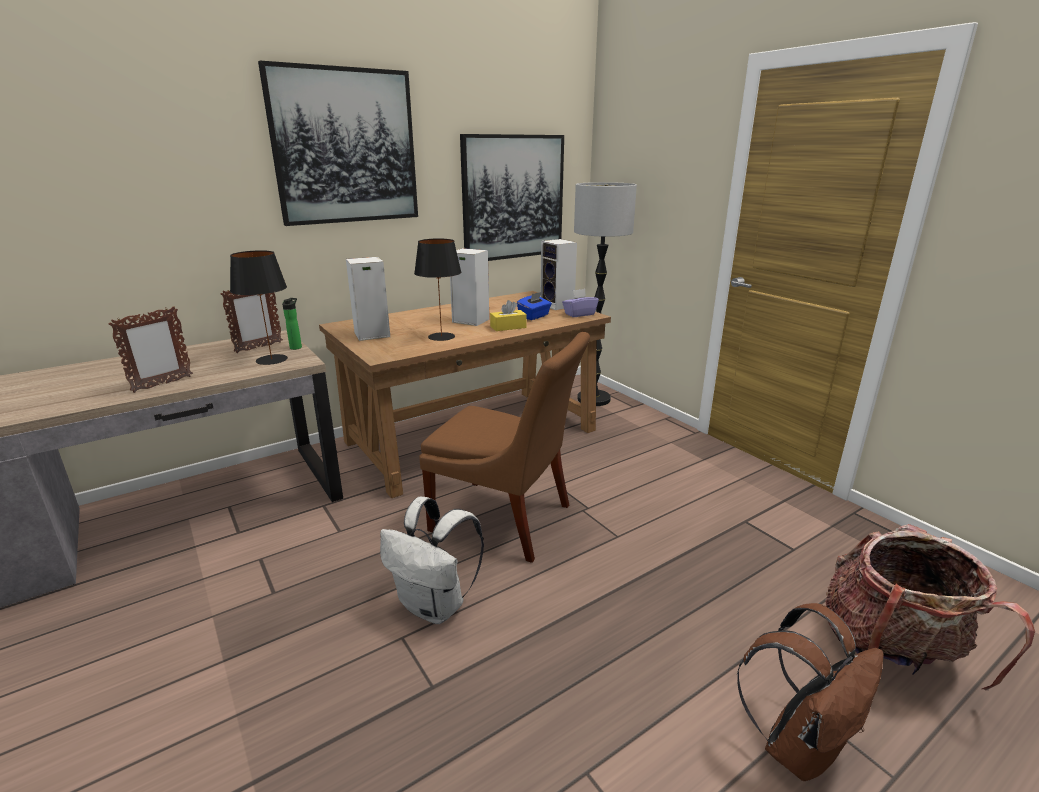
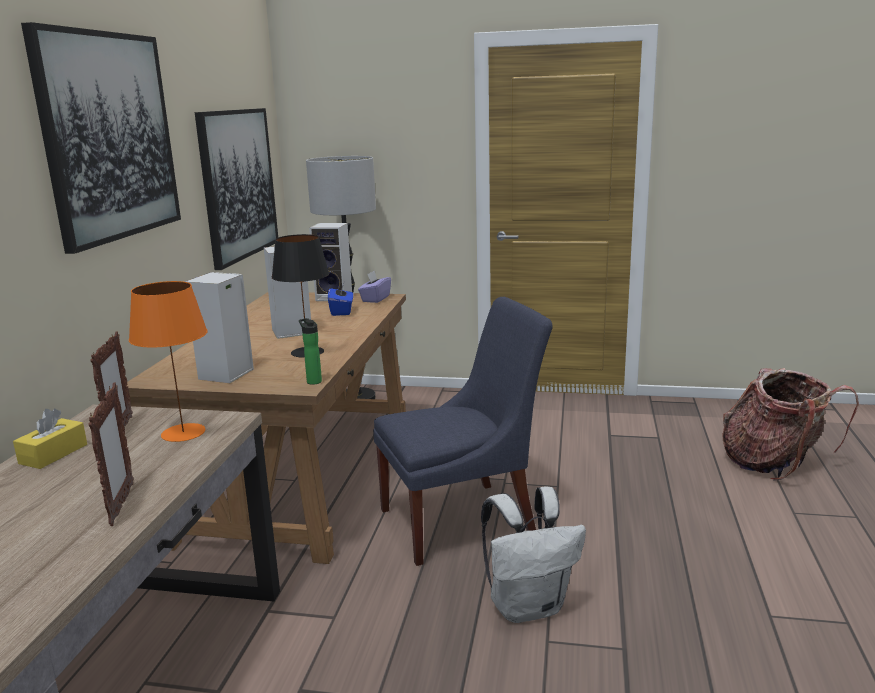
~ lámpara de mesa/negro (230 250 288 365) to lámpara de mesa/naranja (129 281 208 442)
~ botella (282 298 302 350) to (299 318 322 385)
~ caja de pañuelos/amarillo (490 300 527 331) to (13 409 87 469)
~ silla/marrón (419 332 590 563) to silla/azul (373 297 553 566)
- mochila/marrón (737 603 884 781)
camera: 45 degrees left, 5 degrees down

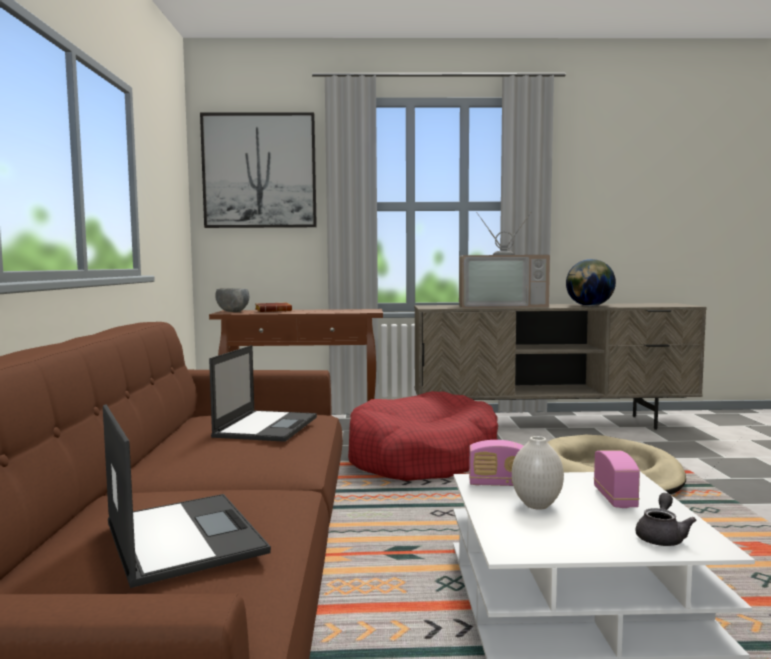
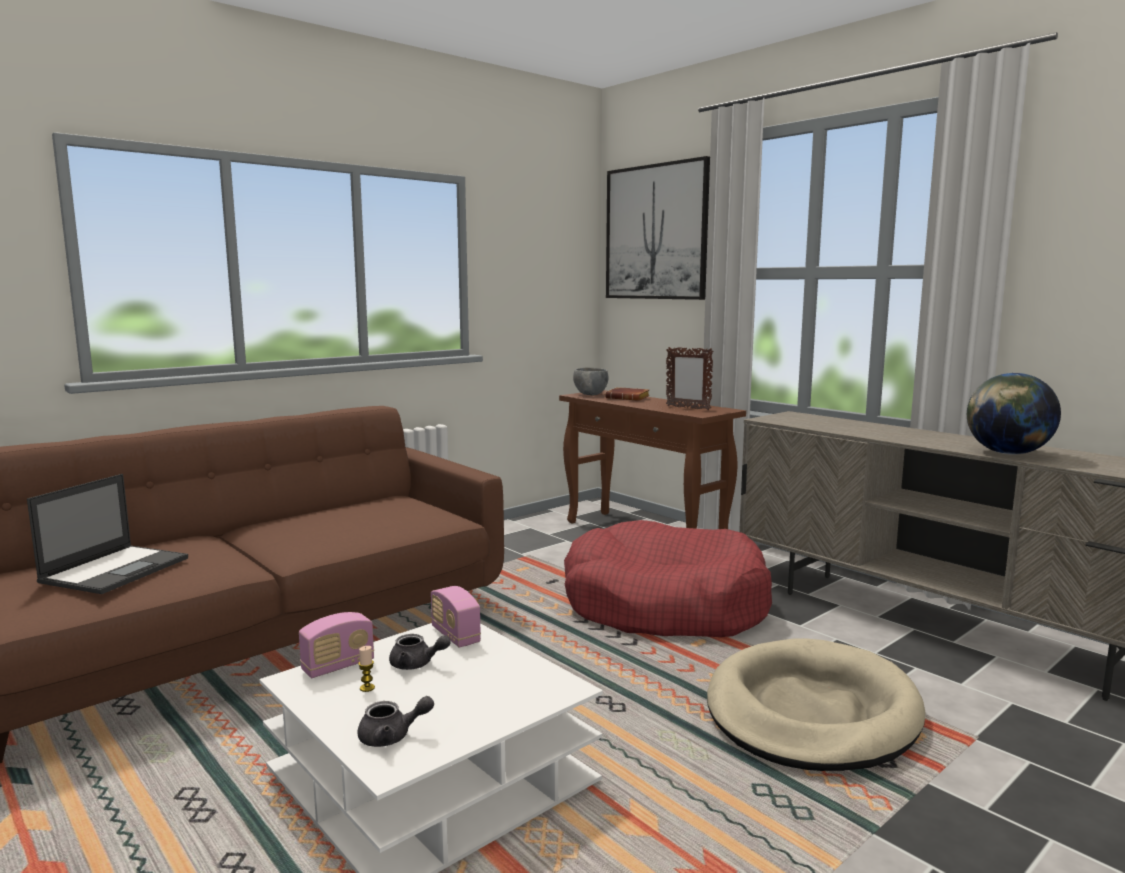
- televisor (459 212 550 308)
- portátil (209 345 317 442)
~ florero/blanco (512 436 564 510) to tetera/gris (389 634 450 670)
~ radio (594 451 640 508) to (299 612 374 678)
+ portarretratos (666 347 714 410)
+ vela (358 646 375 692)
camera: 50 degrees right, 5 degrees up

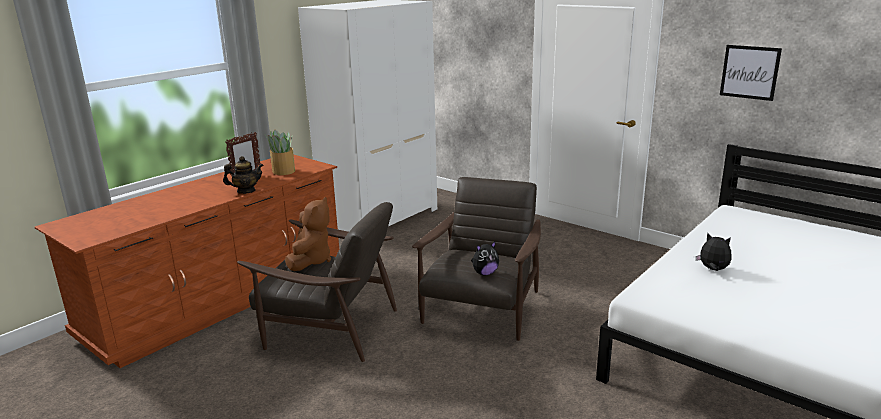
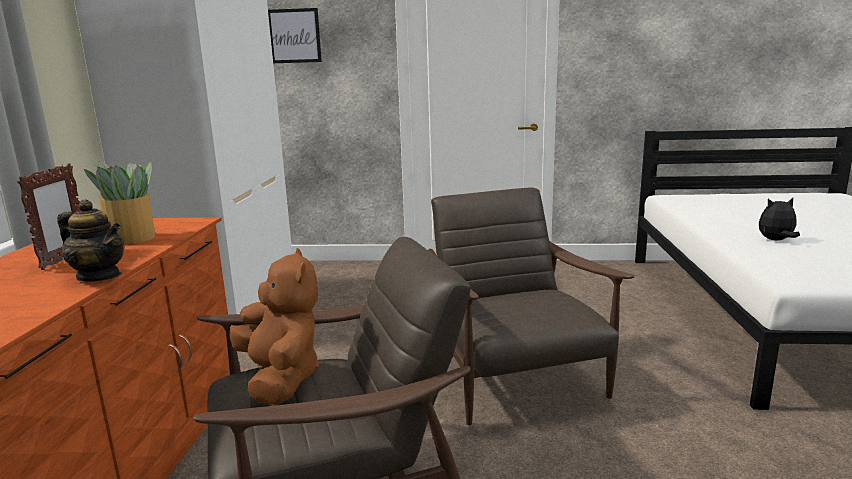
~ cuadro (720 45 782 101) to (268 8 322 63)
~ tetera (223 156 264 194) = (57 200 125 282) 75 degrees clockwise
- peluche (471 242 499 276)
camera: 35 degrees left, 5 degrees down

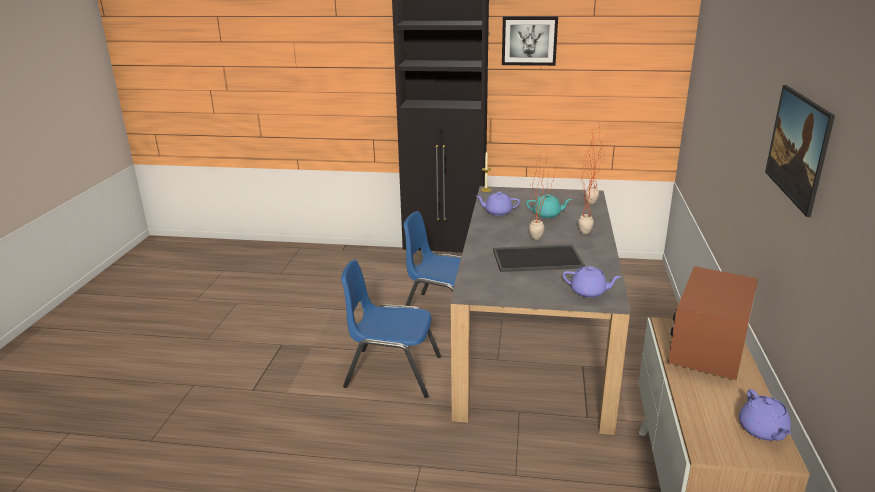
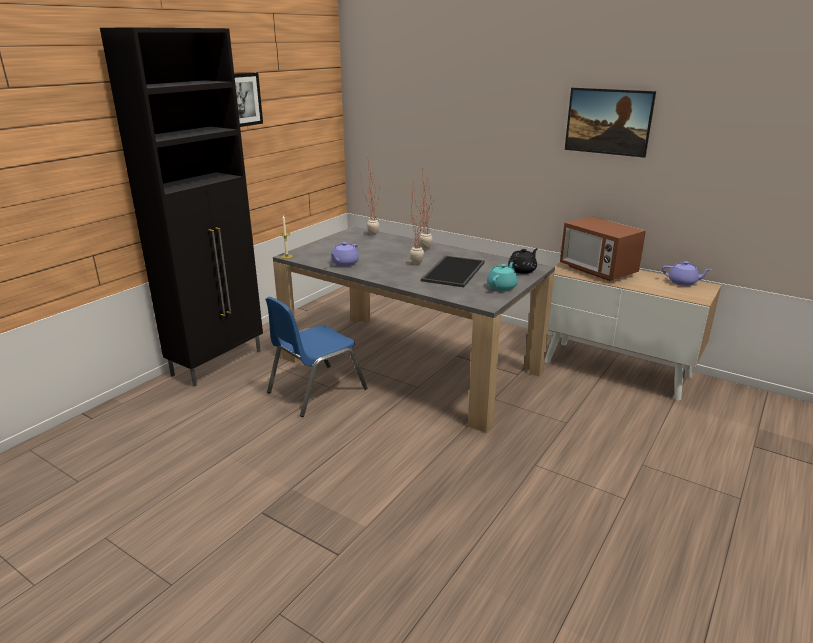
~ tetera/turquesa (526 194 572 218) to (487 262 518 291)
- silla/azul (341 260 441 398)
~ tetera/morado (563 266 621 298) to tetera/negro (508 248 538 274)
camera: 65 degrees left, 0 degrees up

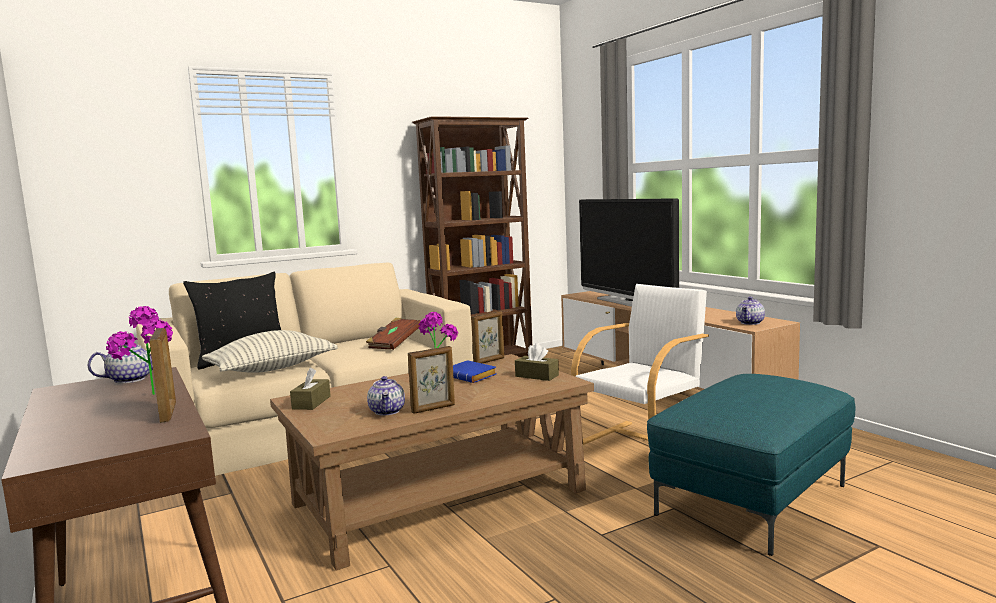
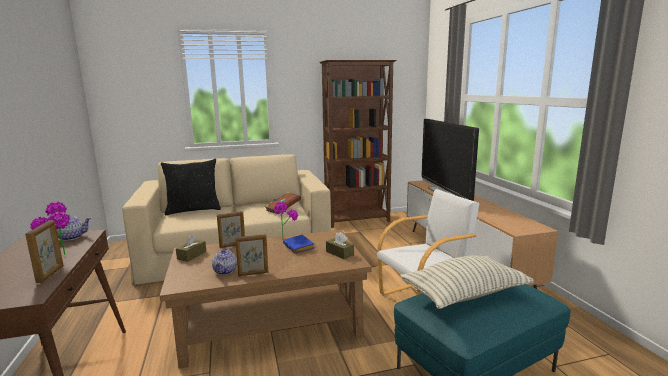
- tetera (736 297 765 325)
~ portarretratos (471 311 504 363) to (217 211 245 248)
~ cojín (202 330 338 373) to (401 256 534 309)
camera: 15 degrees right, 5 degrees up

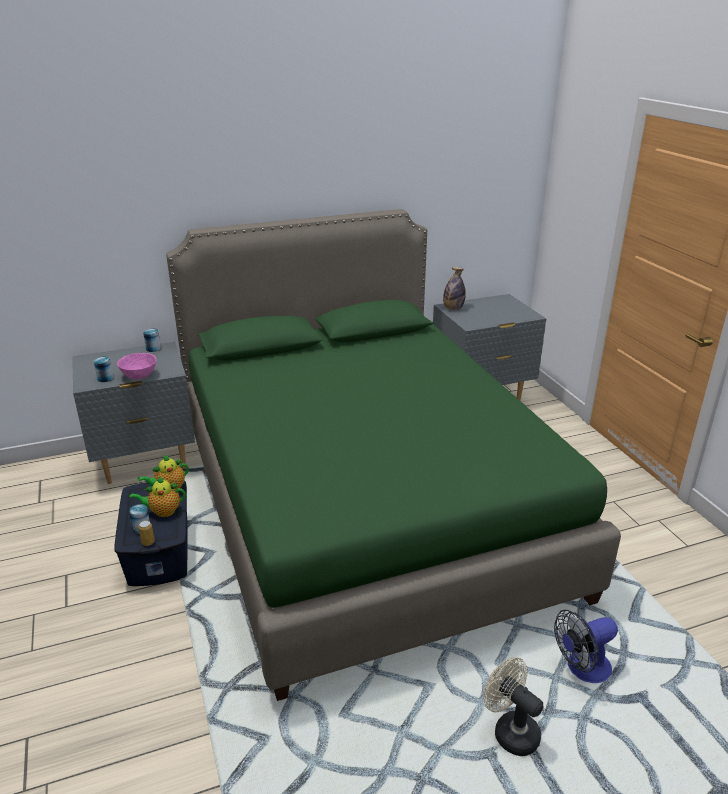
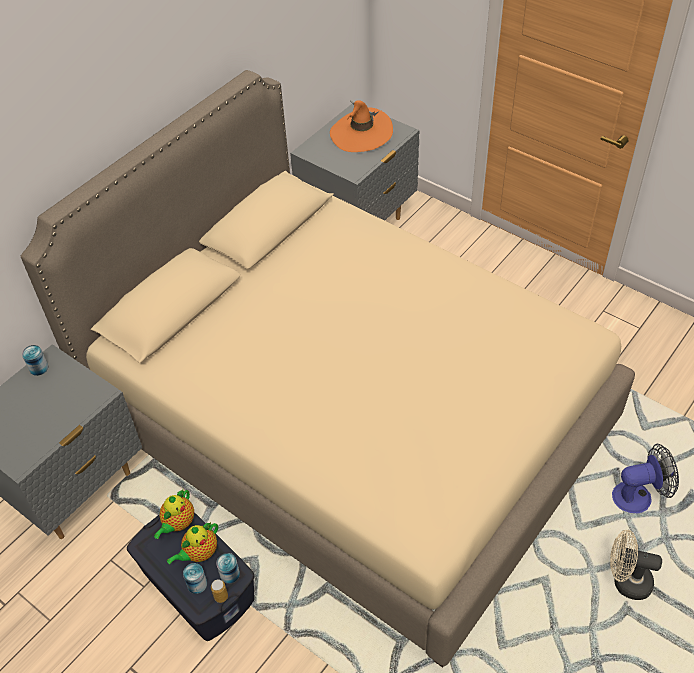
~ cama/verde (166 209 621 701) to cama/beis (21 70 635 668)
- botella (443 267 466 310)
- cuenco/rosa (117 353 157 379)
~ lata (93 357 114 382) to (216 553 240 584)
~ ventilador (554 610 618 683) = (612 444 679 513) 135 degrees counterclockwise
+ sombrero/naranja (330 100 393 152)
camera: 30 degrees left, 20 degrees up

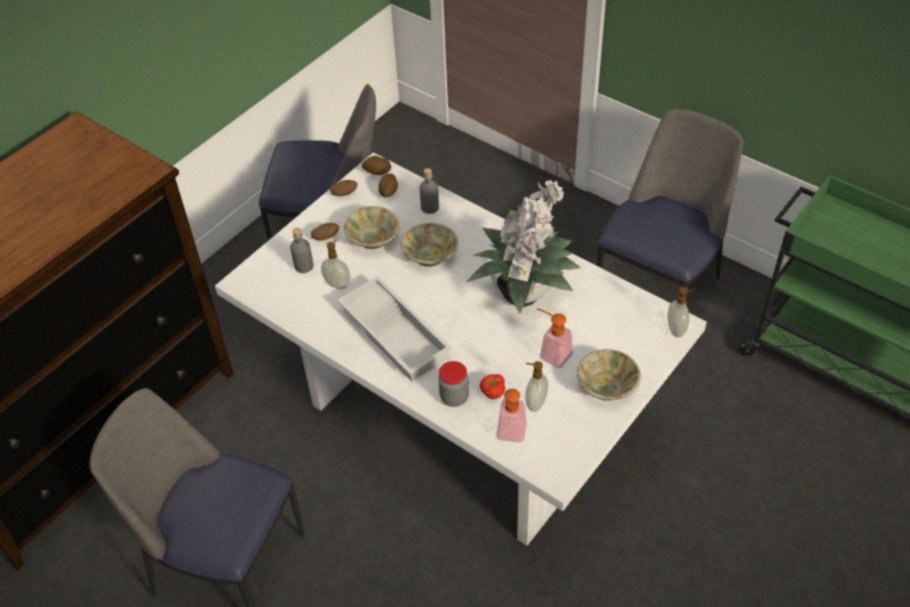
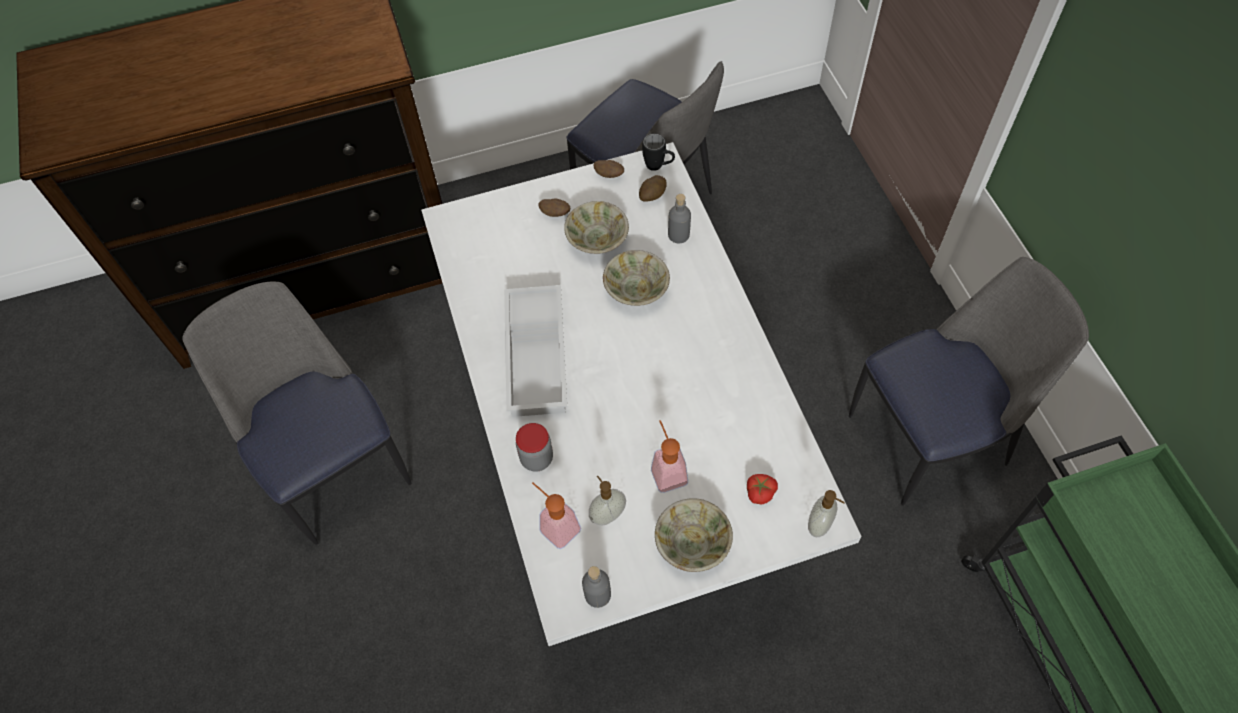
~ patata (362 156 391 175) to taza grande/negro (642 133 675 171)
- planta en maceta (467 180 581 314)
~ botella/gris (290 228 314 273) to (582 566 611 608)
- dispensador de jabón (321 239 350 289)
~ tomate (480 374 505 400) to (747 474 778 505)
camera: 35 degrees right, 10 degrees up

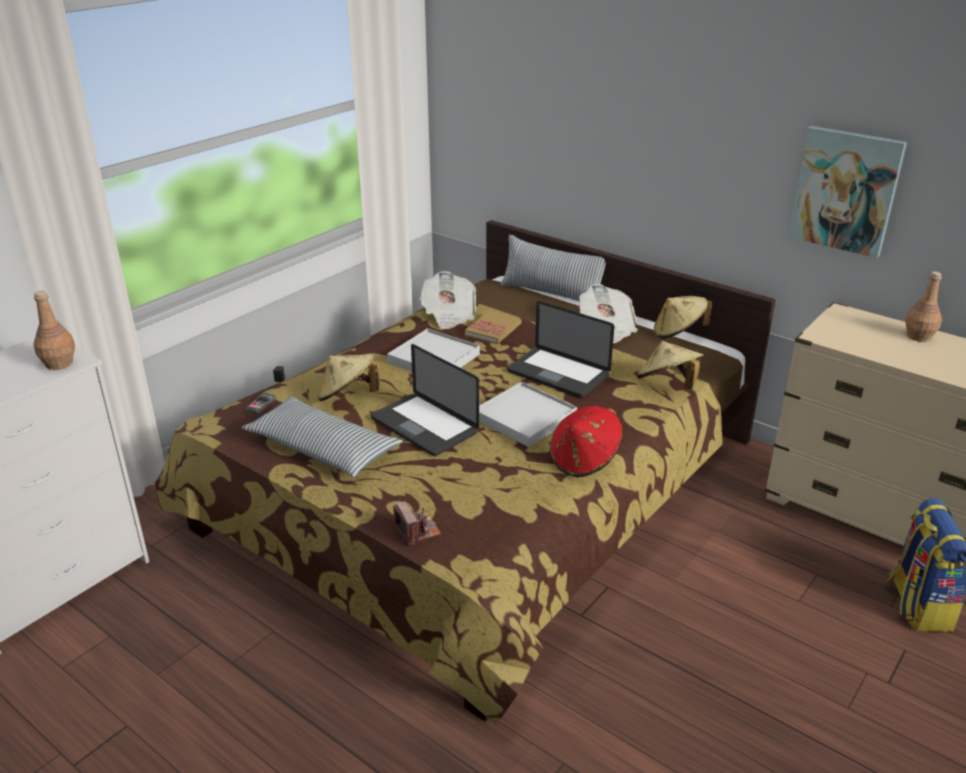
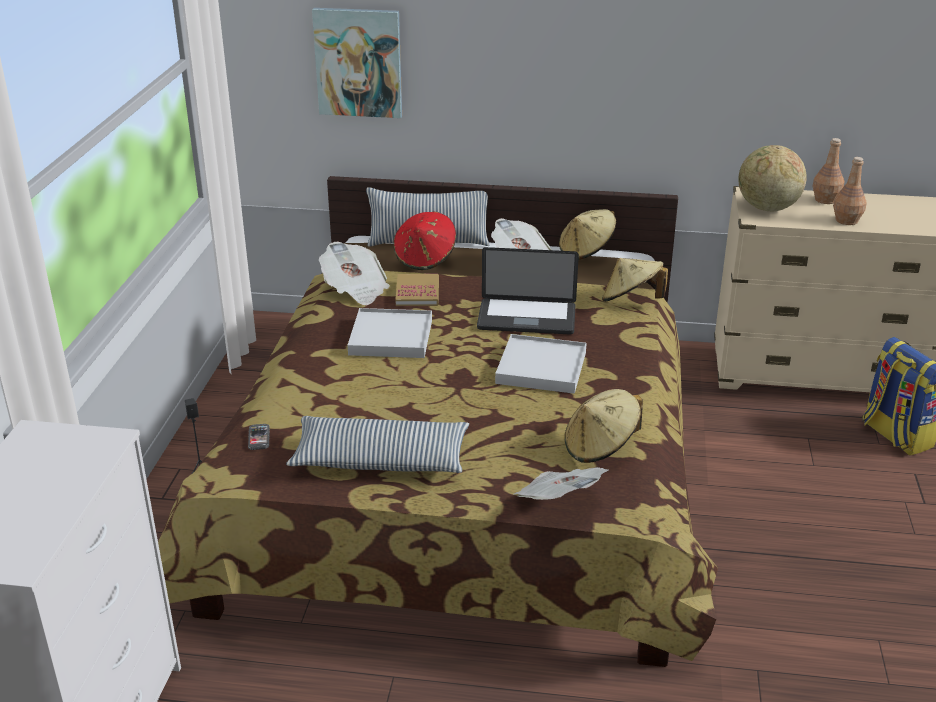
~ cuadro (788 126 907 258) to (312 8 402 118)
~ botella/marrón (33 290 75 370) to (833 157 867 225)
- portátil (371 344 479 456)
~ sombrero/beis (318 354 380 401) to (565 389 643 463)
~ sombrero/rojo (550 406 623 477) to (393 211 456 270)
~ cámara (393 501 441 545) to periódico (513 467 609 500)
+ globo terráqueo (738 145 806 211)
camera: 30 degrees left, 0 degrees up

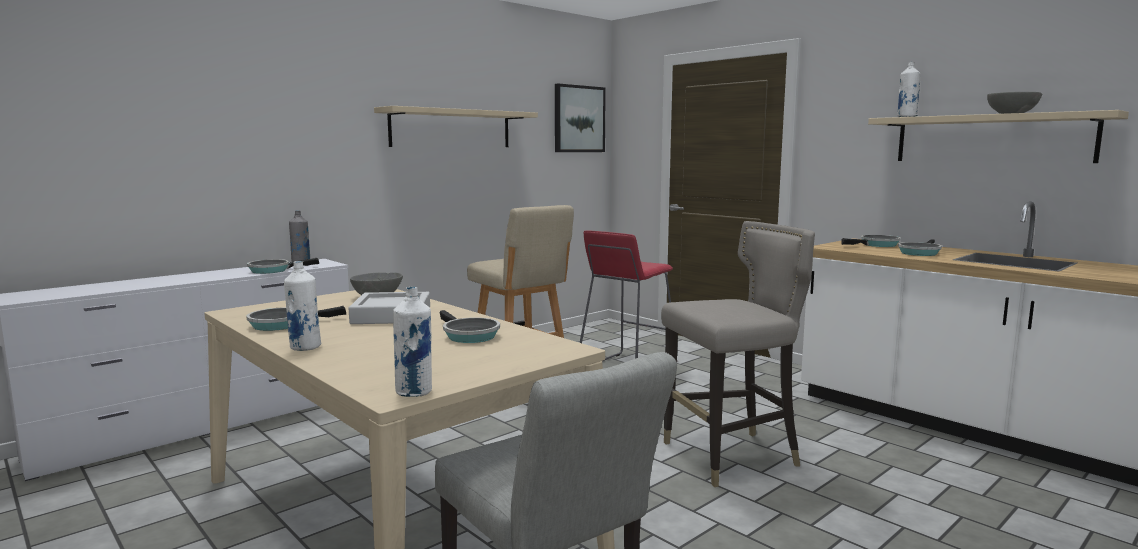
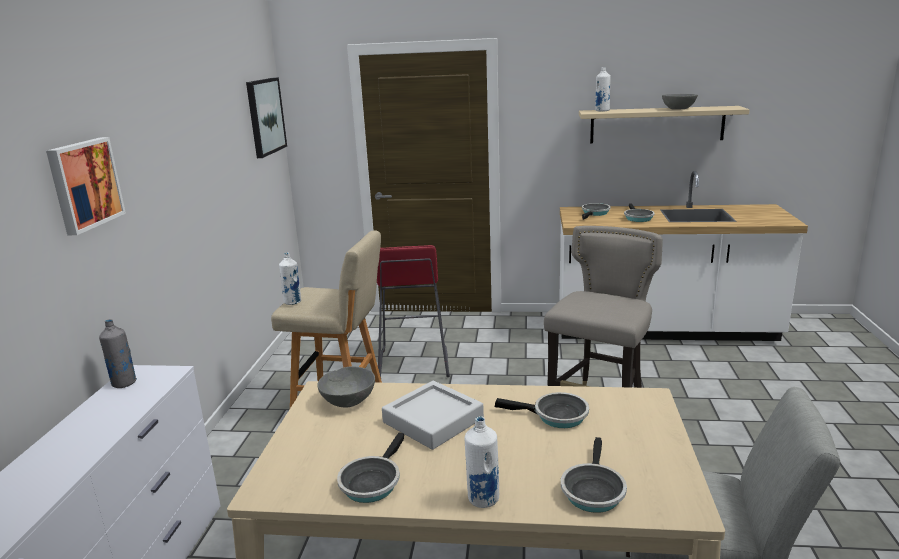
- estante/beis (374 106 538 147)
~ sartén (247 258 319 274) to (561 437 627 513)
~ botella/blanco (393 287 432 397) to (279 253 301 305)
+ cuadro (46 137 126 235)
camera: 40 degrees left, 10 degrees up

